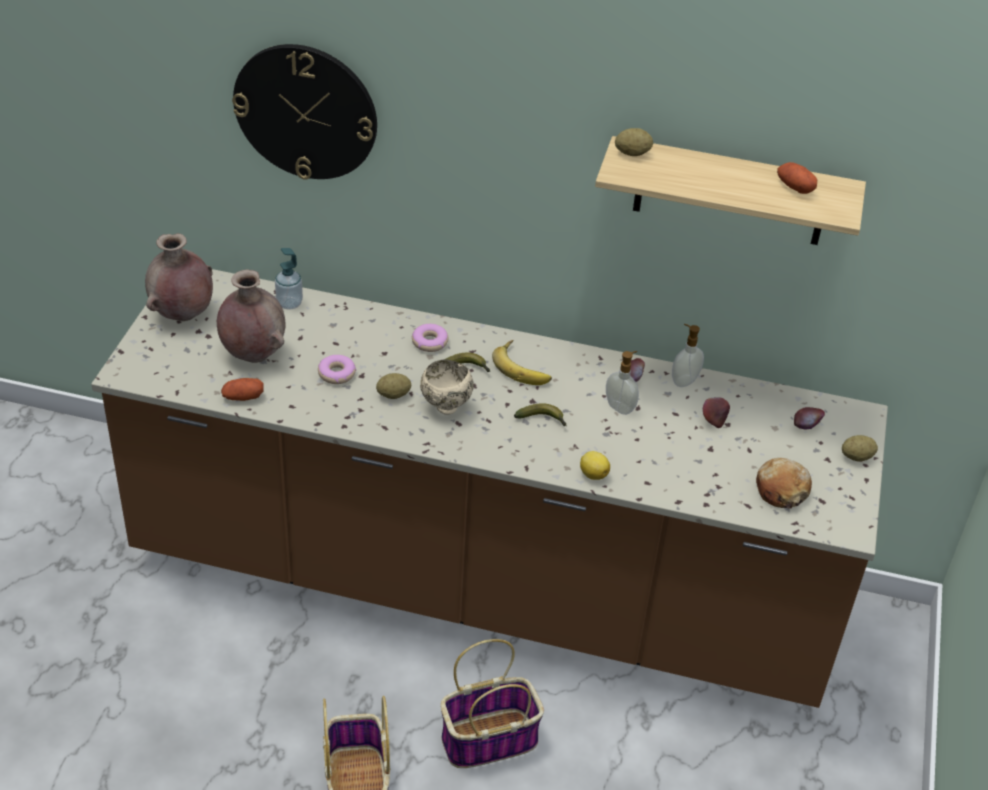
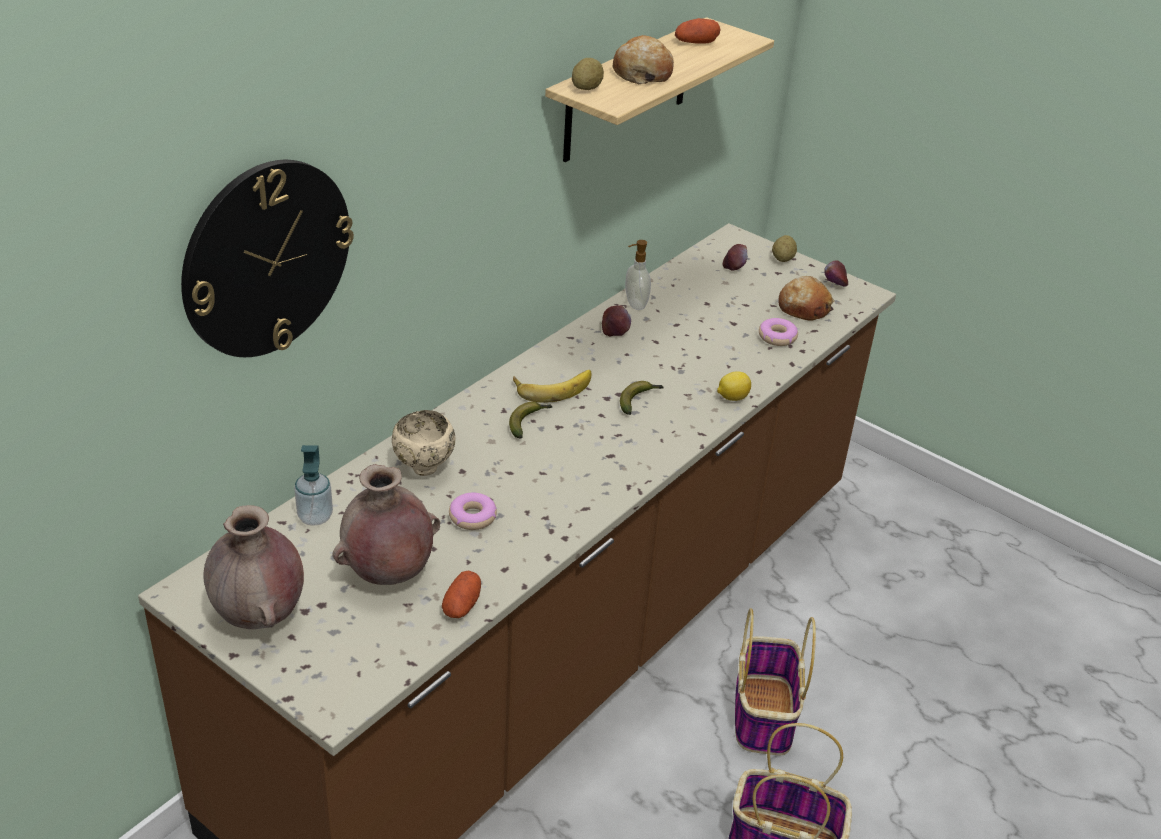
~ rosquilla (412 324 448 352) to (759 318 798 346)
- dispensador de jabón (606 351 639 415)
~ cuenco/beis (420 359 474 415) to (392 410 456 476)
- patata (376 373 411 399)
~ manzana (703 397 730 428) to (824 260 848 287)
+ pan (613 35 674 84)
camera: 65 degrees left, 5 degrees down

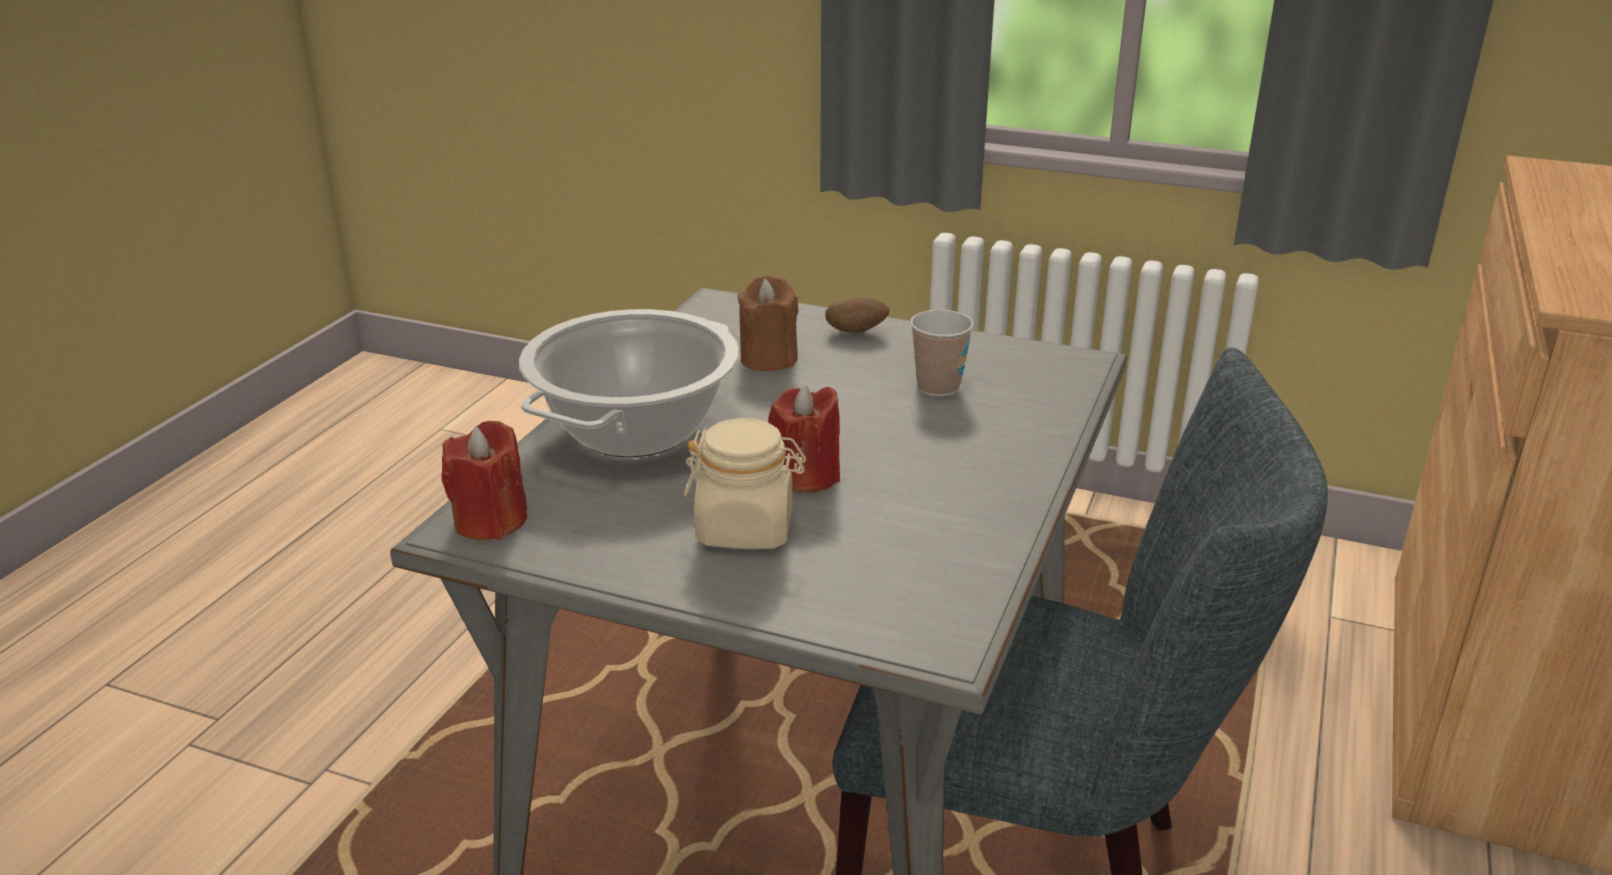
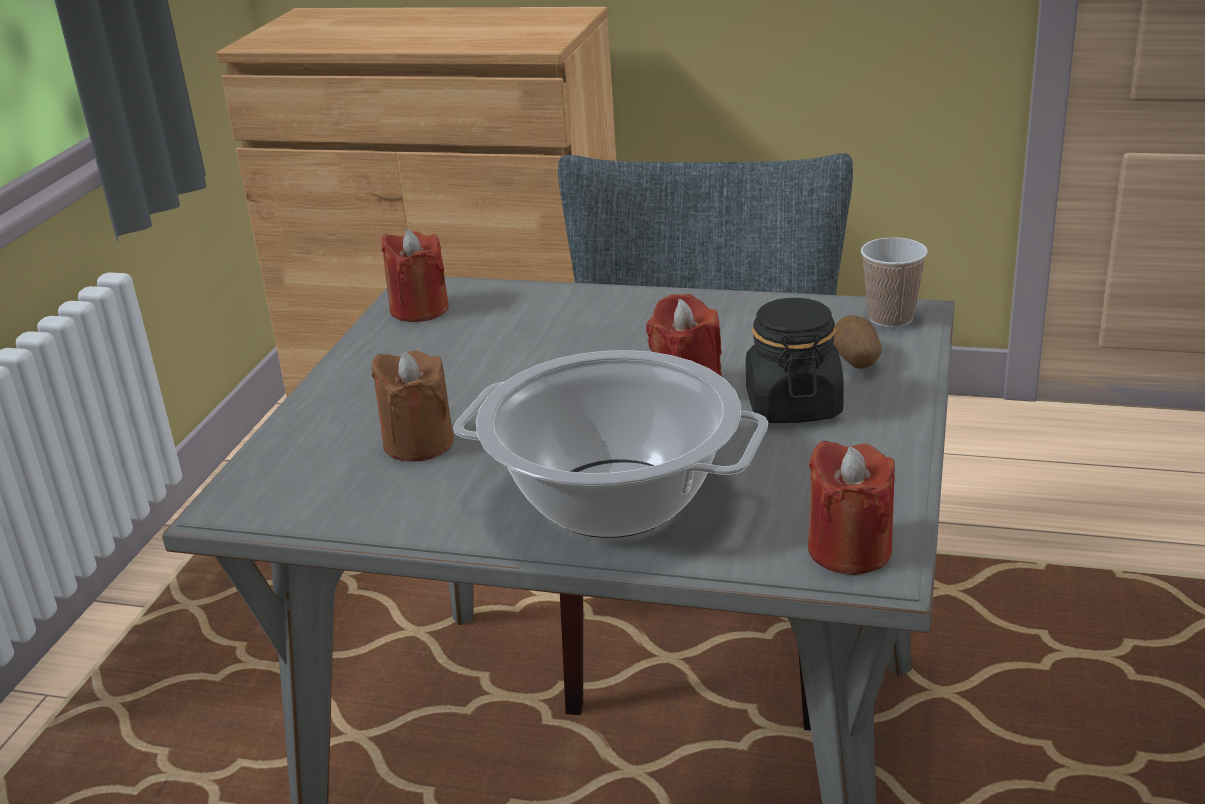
~ patata (826 297 889 333) to (833 315 882 369)
~ taza (910 310 974 396) to (861 237 928 328)
~ tarro/beis (684 418 806 549) to tarro/negro (746 298 844 423)
+ vela/rojo (381 230 449 322)
camera: 95 degrees left, 0 degrees up

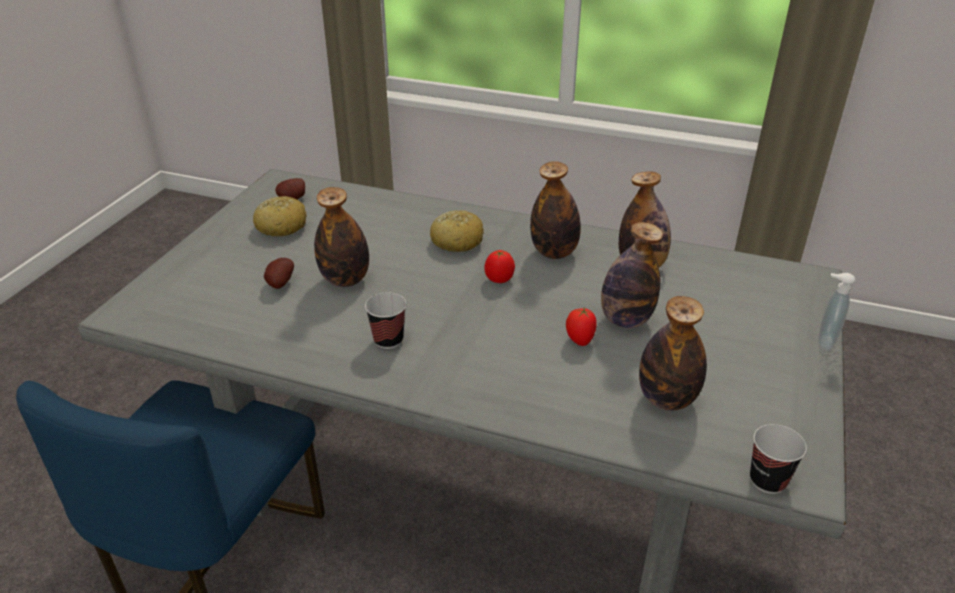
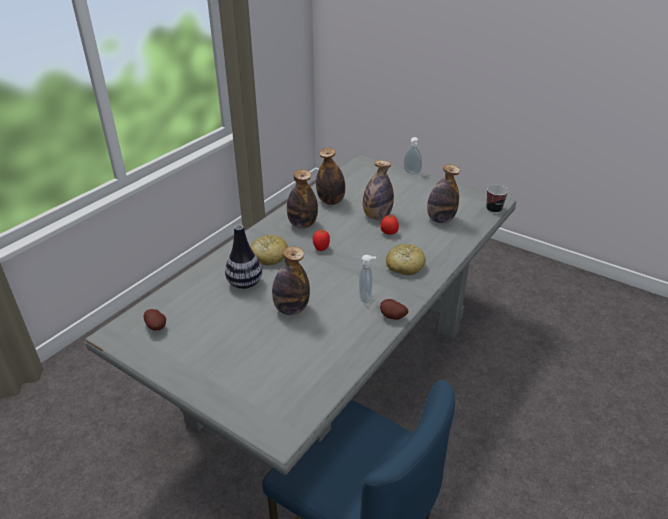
~ pan (253 196 307 236) to (386 244 426 275)
~ patata (264 258 294 289) to (380 299 408 320)
~ taza (365 293 406 349) to dispensador de jabón (359 255 376 303)
+ florero (225 225 262 289)
camera: 75 degrees left, 0 degrees up

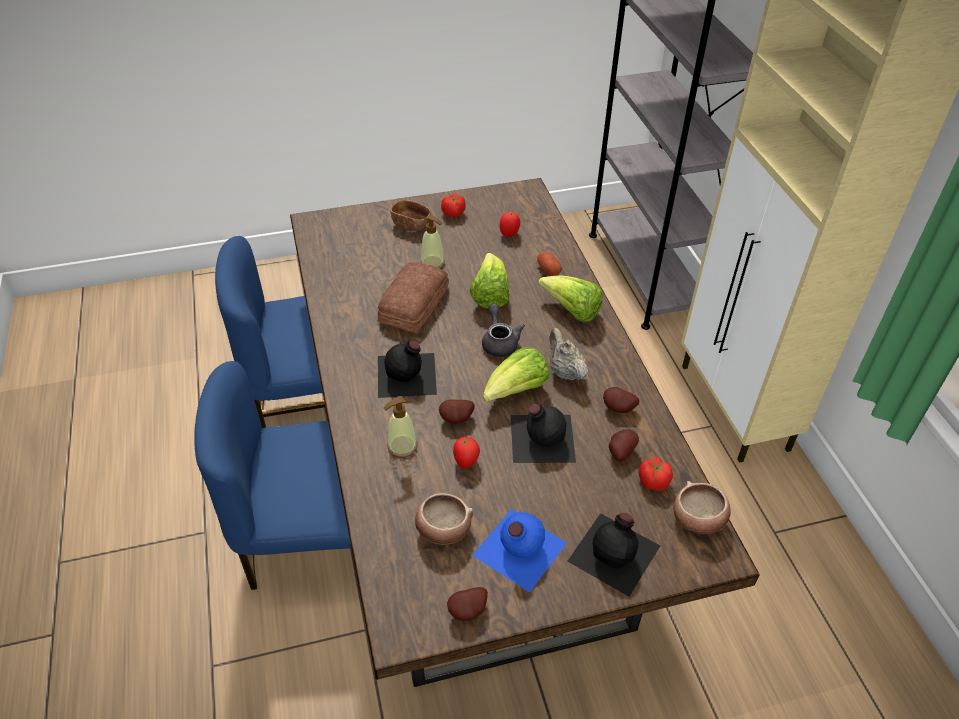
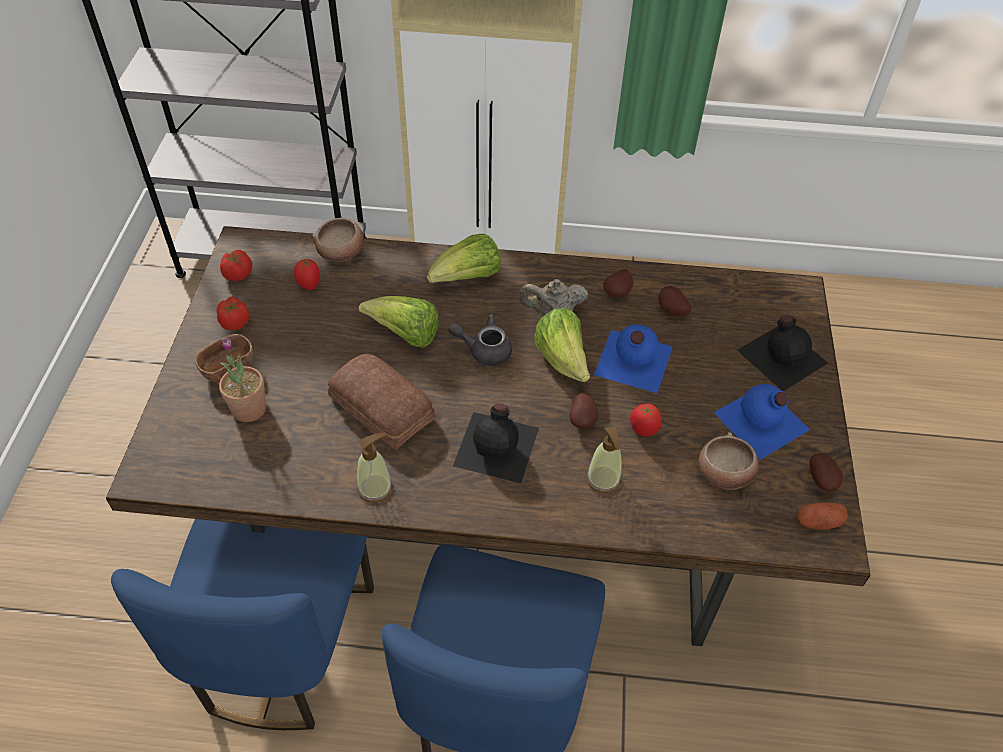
~ dispensador de jabón (420 215 445 268) to (357 433 392 502)
~ patata (537 252 562 276) to (797 503 848 530)
~ botella/negro (511 404 576 463) to botella/azul (594 324 673 393)
~ tomate (638 457 673 491) to (220 250 252 281)
~ cuenco (673 481 731 534) to (312 218 364 262)
+ planta en maceta (219 338 267 422)
camera: 70 degrees left, 5 degrees up

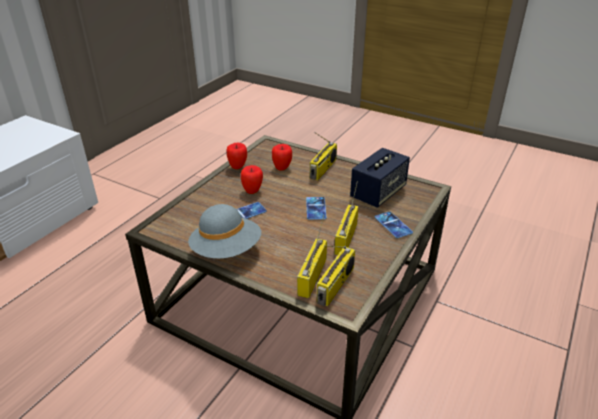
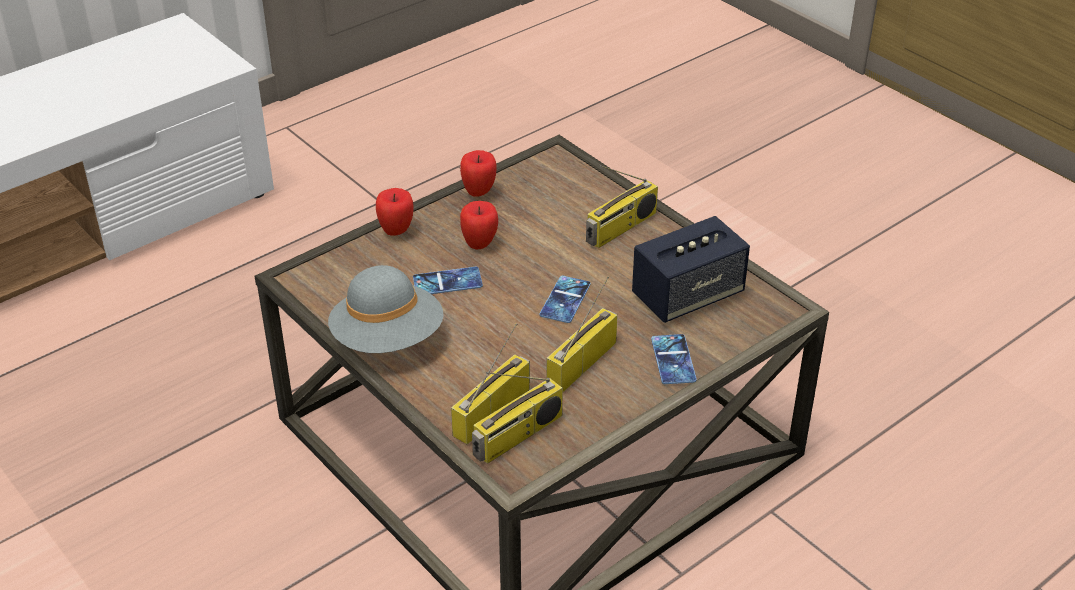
~ manzana (272 144 292 171) to (376 188 413 236)
camera: 20 degrees right, 5 degrees up

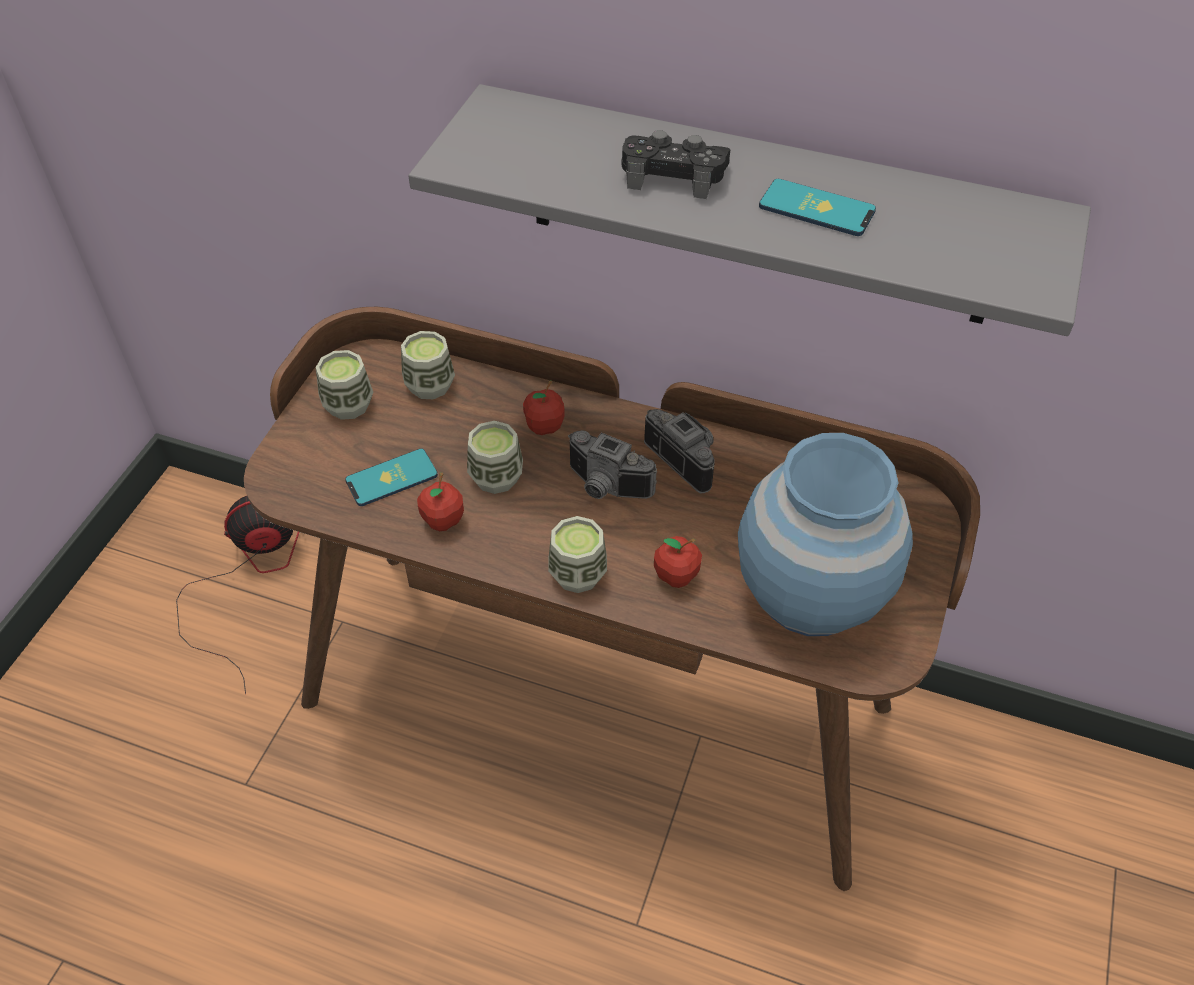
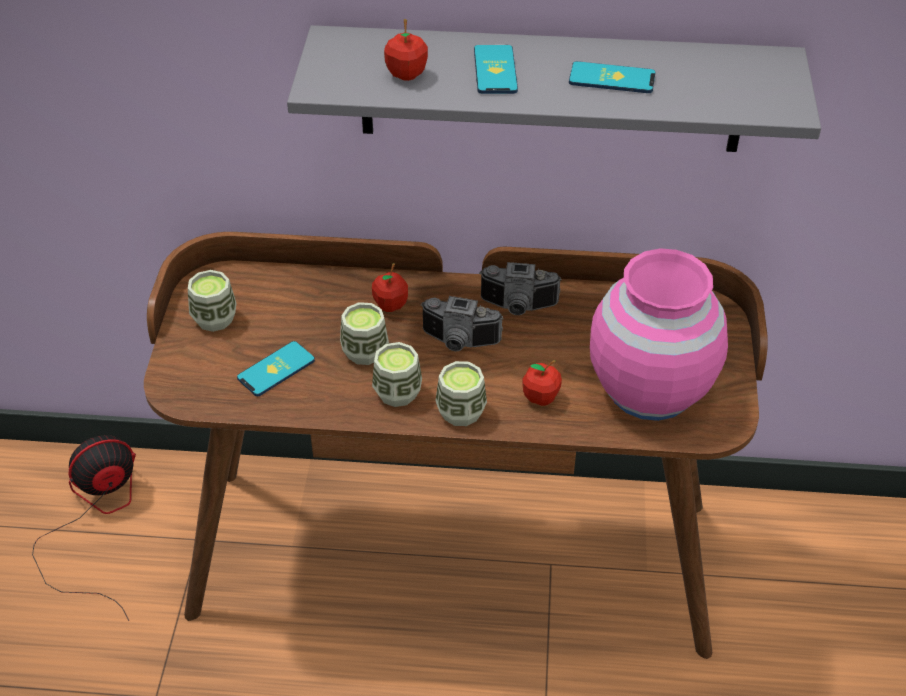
~ mando de consola/negro (621 130 730 199) to móvil (474 45 518 94)
~ taza (401 331 455 399) to (372 342 422 407)
~ cámara (644 409 715 493) = (479 262 562 315) 150 degrees clockwise
~ florero/azul (738 433 913 636) to florero/rosa (590 248 728 421)
~ manzana (417 472 464 531) to (384 19 428 81)
camera: 15 degrees left, 5 degrees down

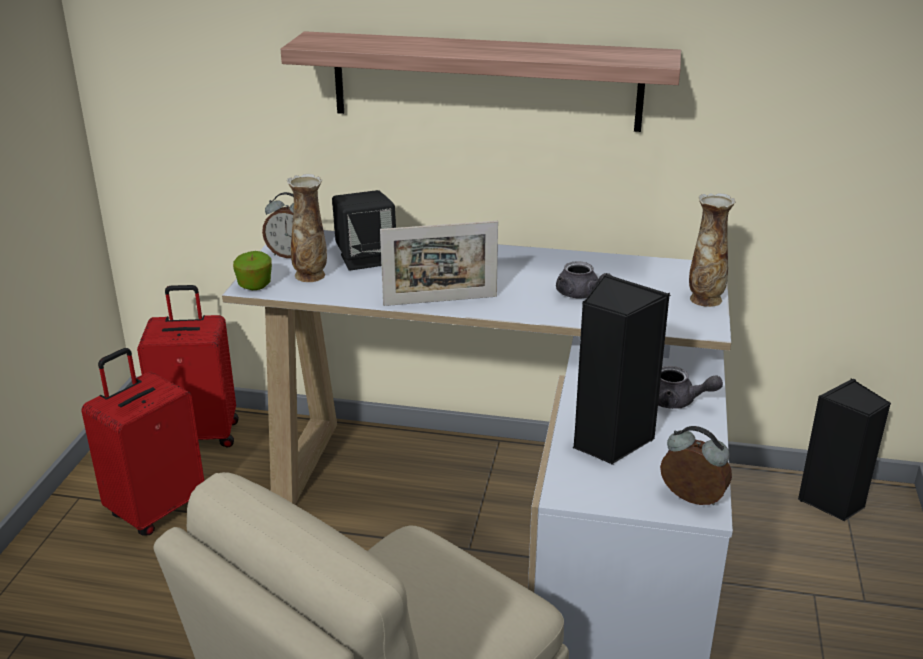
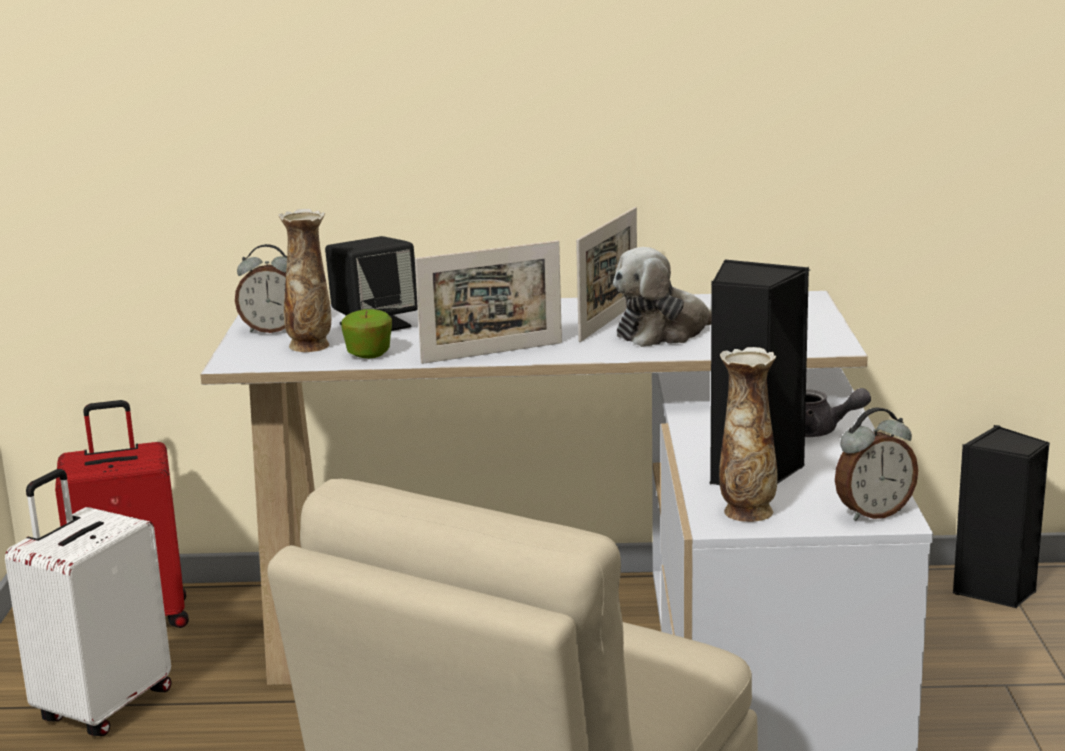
- estante (281 31 681 132)
~ florero (689 193 736 307) to (719 347 777 522)
~ manzana (233 251 272 290) to (341 309 392 359)
~ tetera/gris (556 261 612 298) to peluche (613 247 711 347)
~ maleta/rojo (81 348 204 536) to maleta/blanco (5 469 172 736)
~ despertador (660 426 732 505) = (835 407 918 521) 135 degrees clockwise
+ portarretratos (576 207 637 342)
camera: 10 degrees left, 10 degrees down

